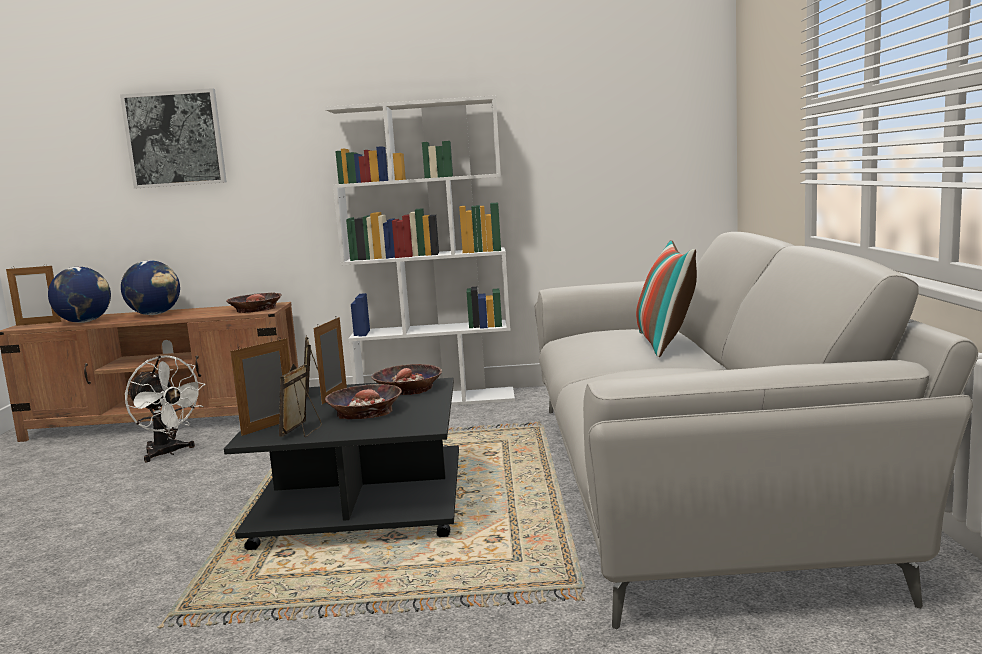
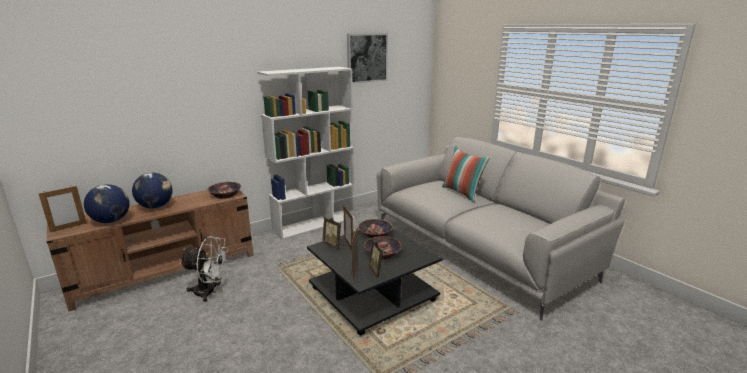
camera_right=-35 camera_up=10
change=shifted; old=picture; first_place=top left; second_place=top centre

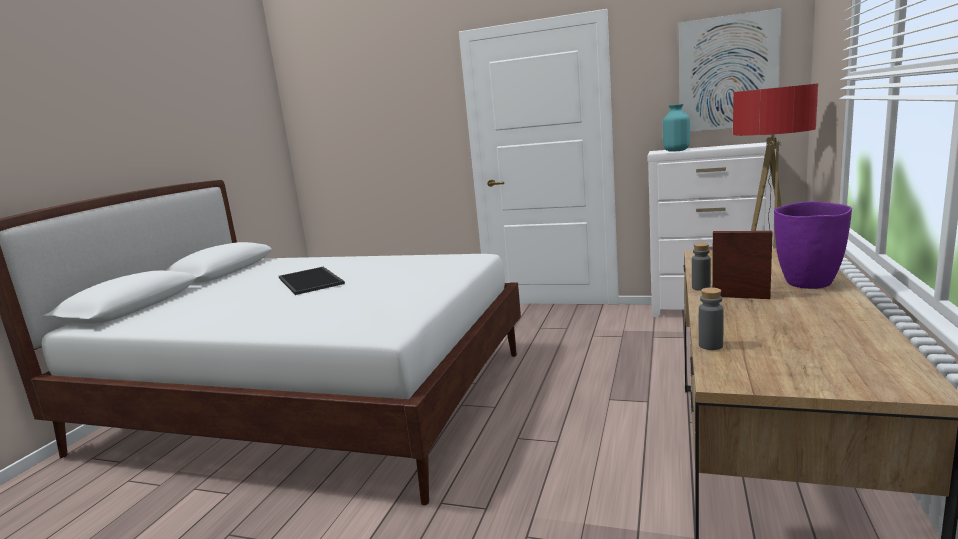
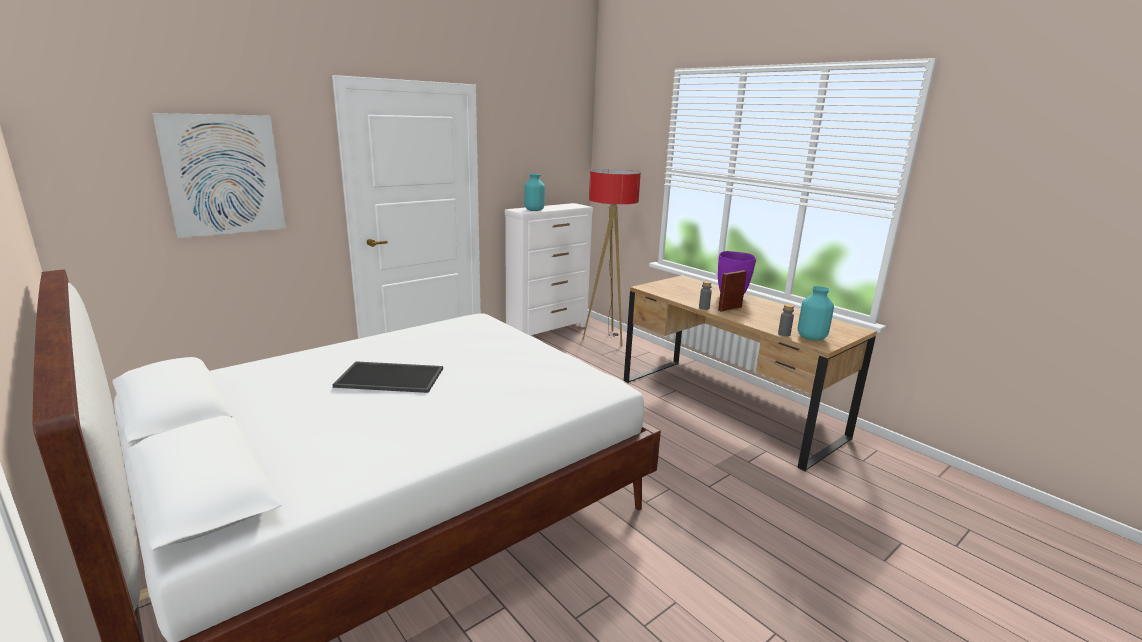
camera_right=-60 camera_up=5
change=shifted; old=picture; first_place=top right; second_place=top left
change=new; new=vase in turquoise (no. 2 from left); second_place=middle right

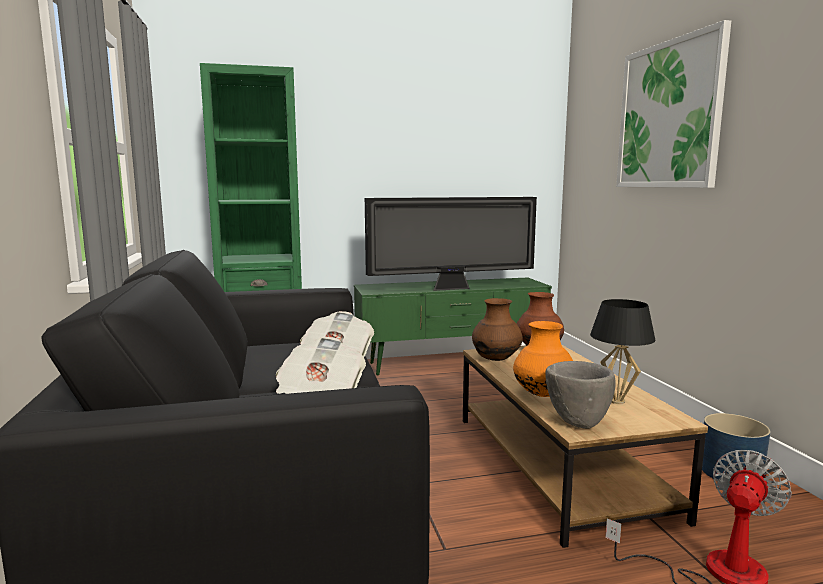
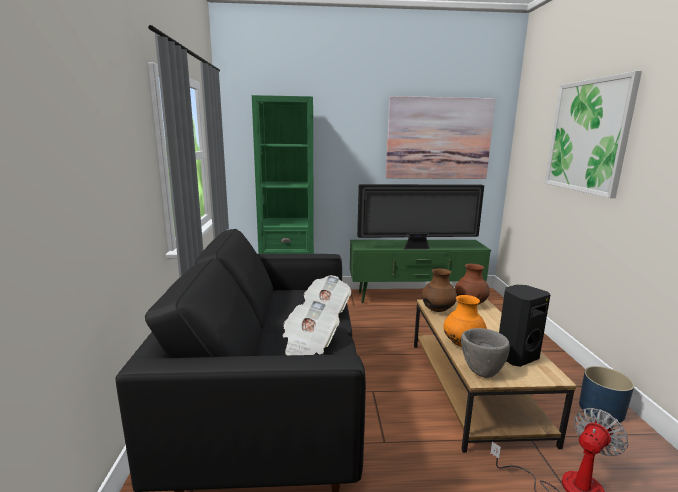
camera_right=10 camera_up=5
change=new; new=picture (no. 1 from left); second_place=top centre
change=swapped; old=table lamp in black; new=speaker in black; first_place=middle right; second_place=middle right

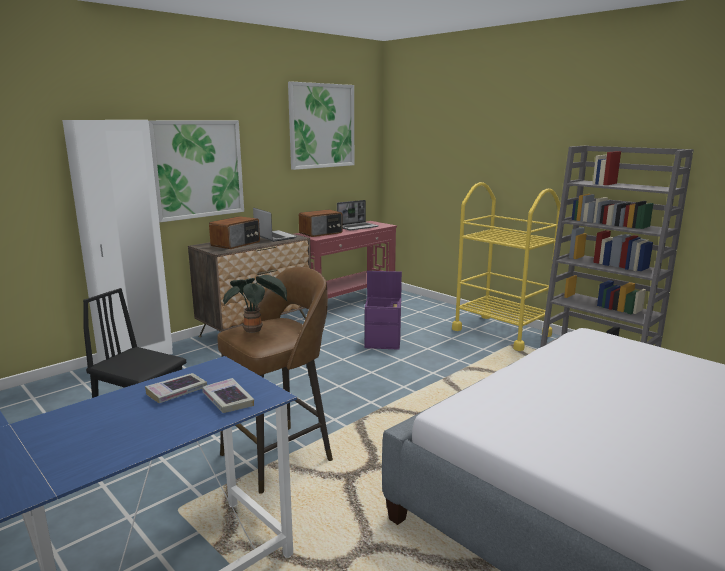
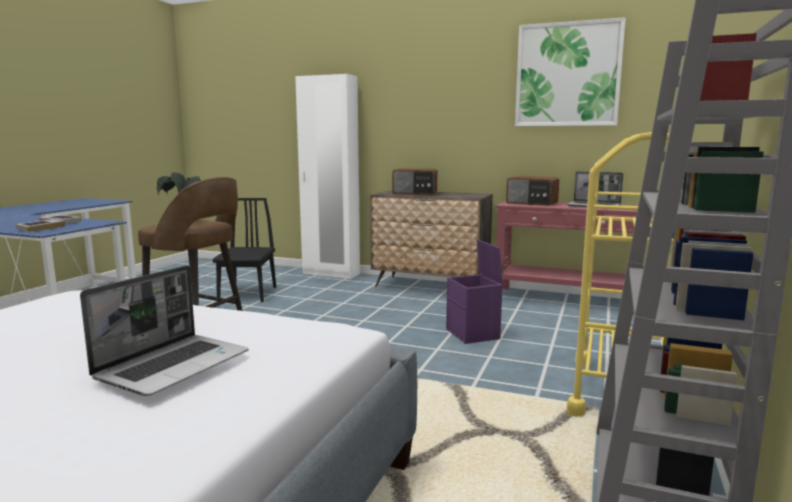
camera_right=65 camera_up=-5
change=shifted; old=laptop (no. 1 from left); first_place=centre; second_place=middle left
change=gone; old=picture (no. 1 from left); first_place=top left

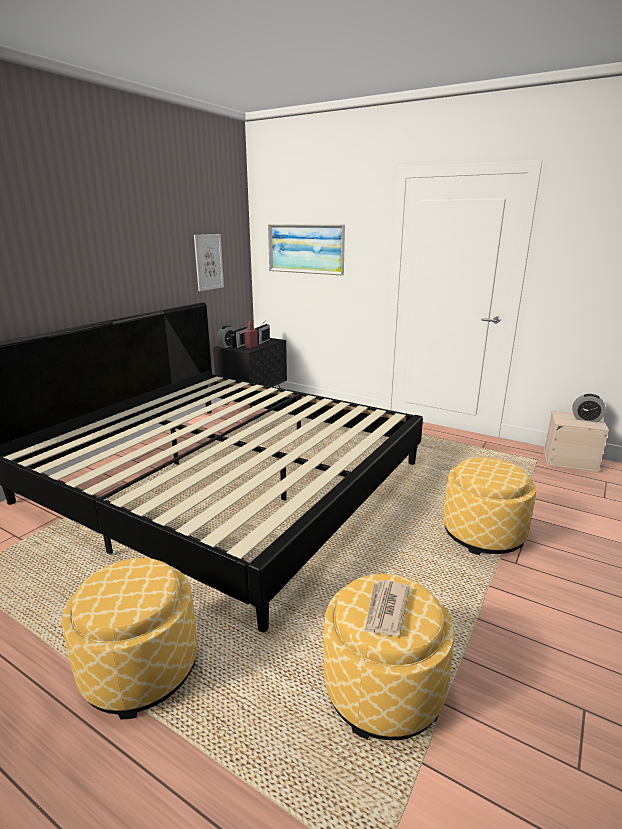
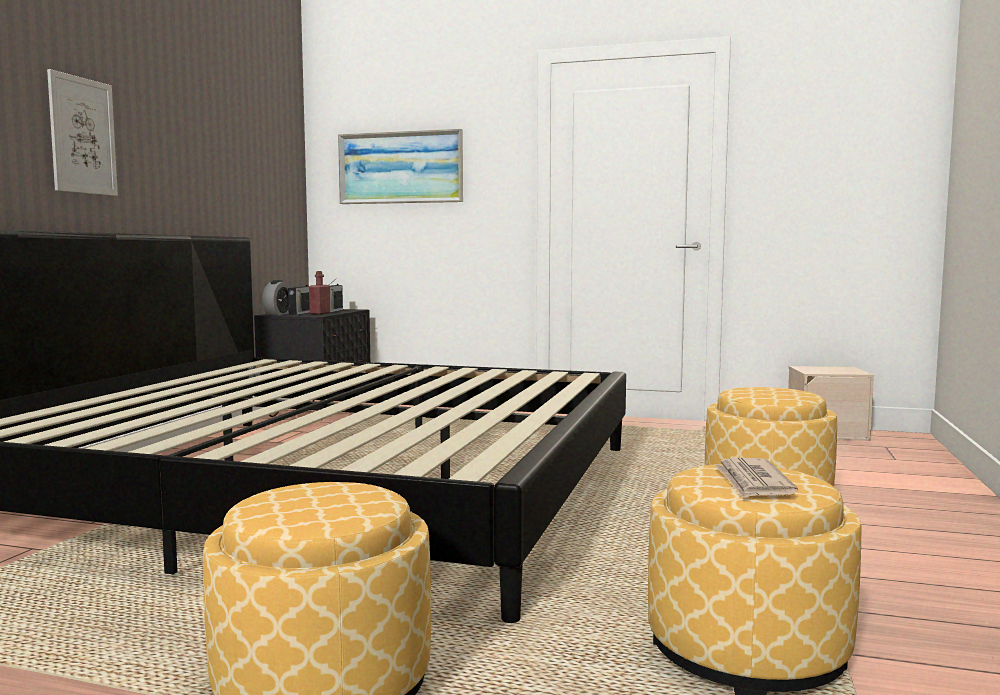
camera_right=-15 camera_up=-15
change=shifted; old=picture (no. 1 from left); first_place=top centre; second_place=top left
change=gone; old=alarm clock (no. 2 from left); first_place=middle right

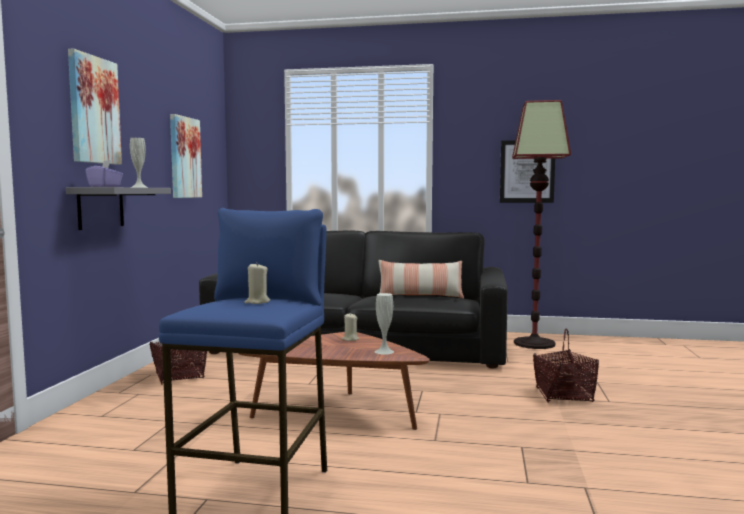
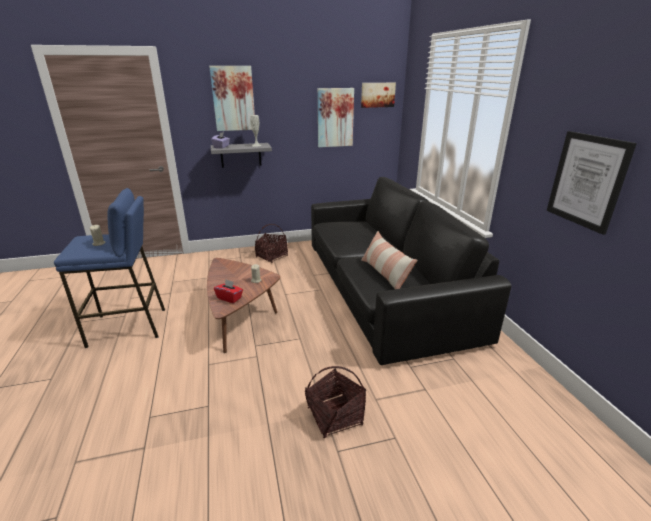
camera_right=65 camera_up=20
change=swapped; old=vase in white (no. 2 from left); new=tissue box in red; first_place=centre; second_place=centre
change=new; new=picture (no. 3 from left); second_place=top centre
change=gone; old=floor lamp; first_place=middle right

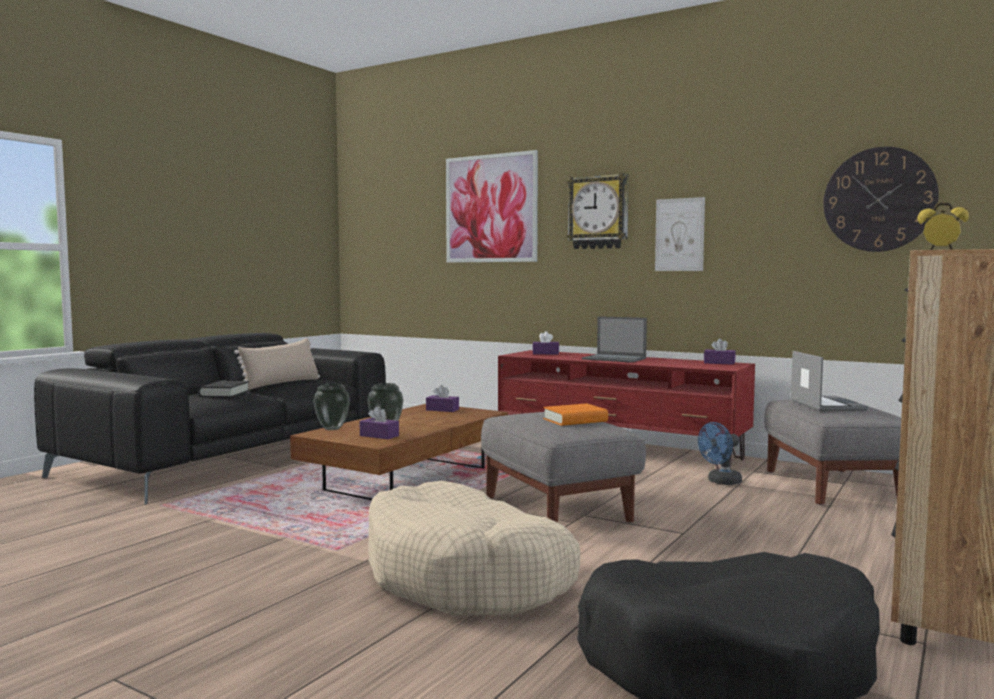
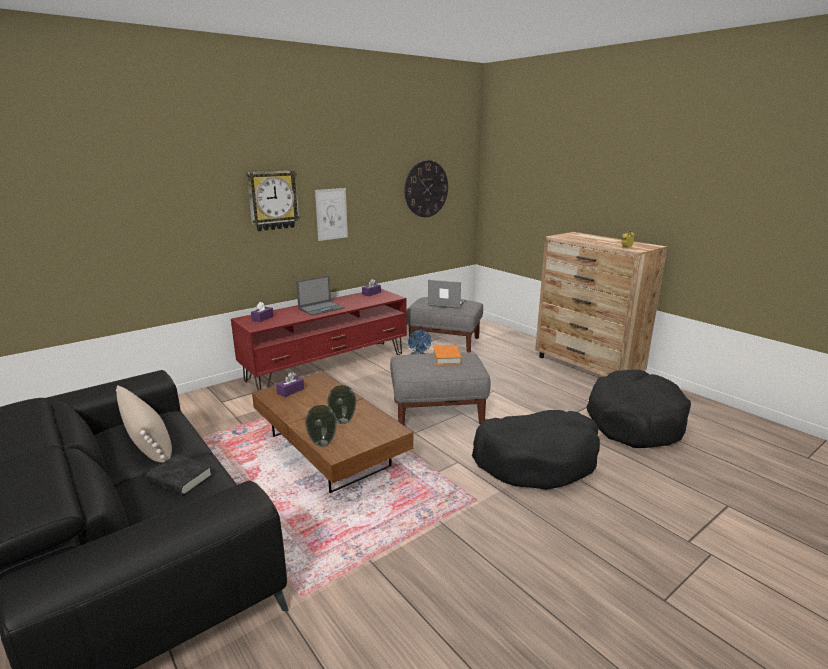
camera_right=-70 camera_up=15
change=repainted; old=dog bed in beige; new=dog bed in black (no. 1 from left); first_place=bottom centre; second_place=bottom centre
change=gone; old=tissue box in purple (no. 1 from left); first_place=centre
change=gone; old=picture (no. 1 from left); first_place=top centre

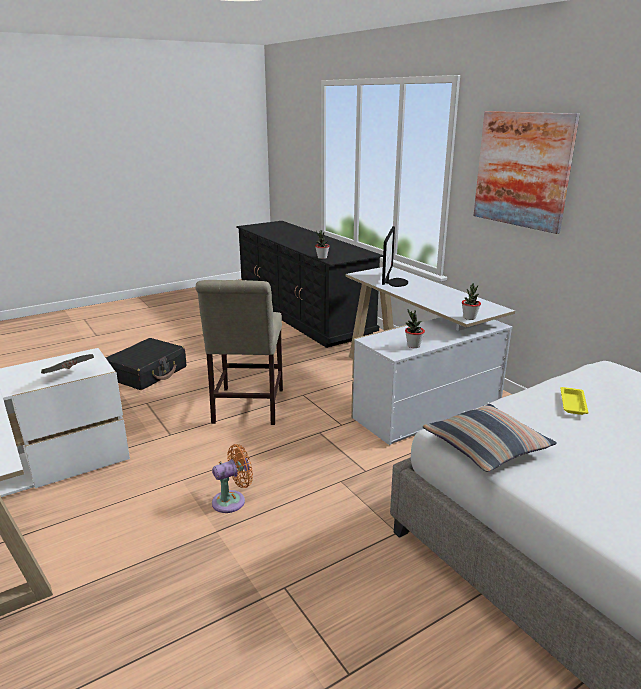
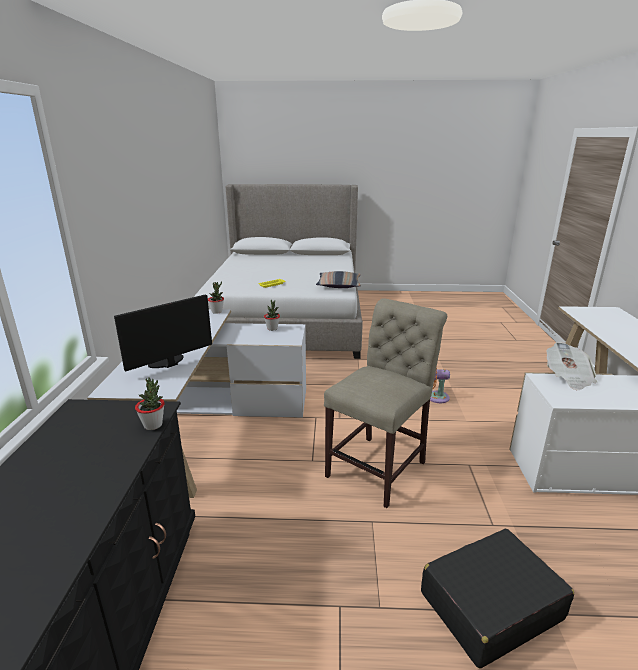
camera_right=-145 camera_up=0
change=gone; old=picture; first_place=top right

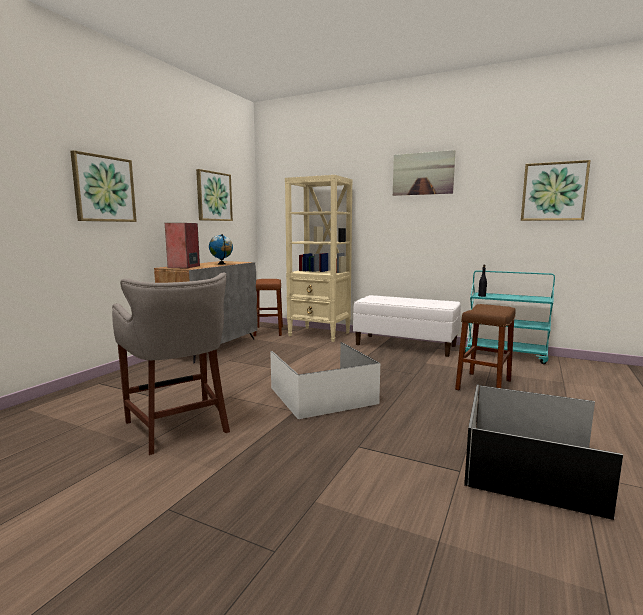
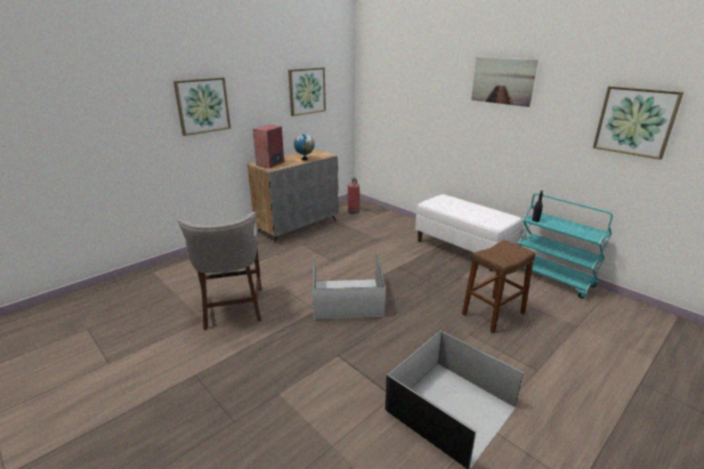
camera_right=20 camera_up=15
change=swapped; old=stool in brown (no. 1 from left); new=fire extinguisher; first_place=centre; second_place=centre
change=gone; old=bookcase in beige; first_place=centre

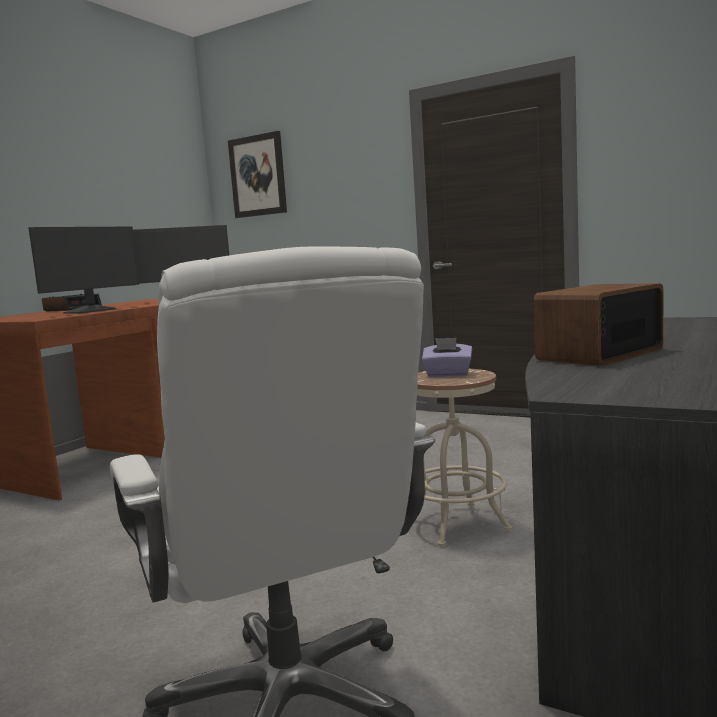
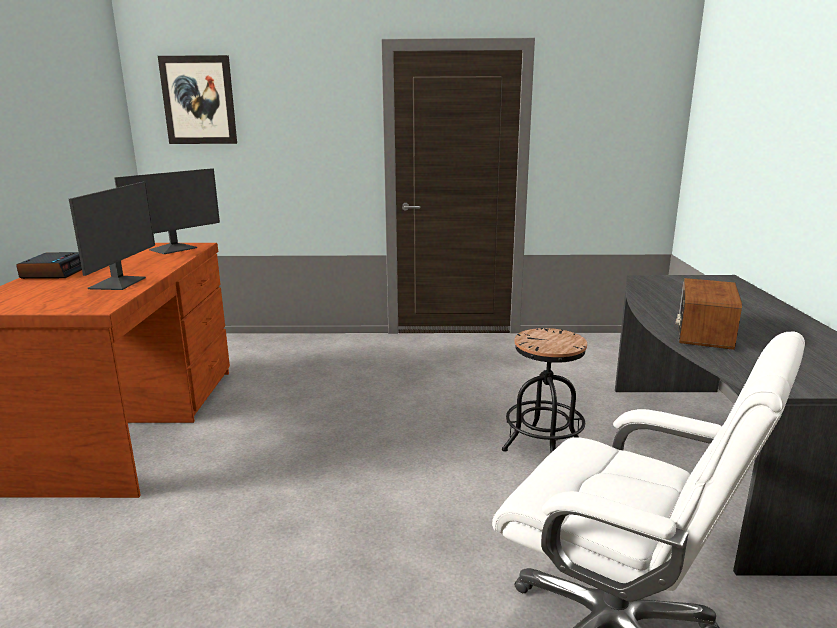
camera_right=-30 camera_up=10
change=repainted; old=stool in beige; new=stool in black; first_place=centre; second_place=centre
change=gone; old=tissue box in purple; first_place=centre

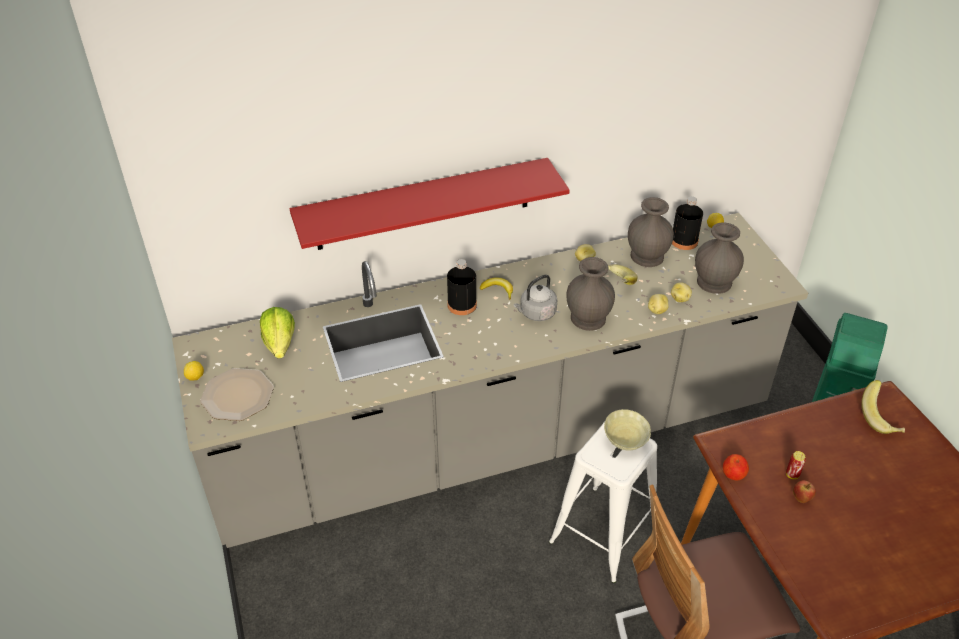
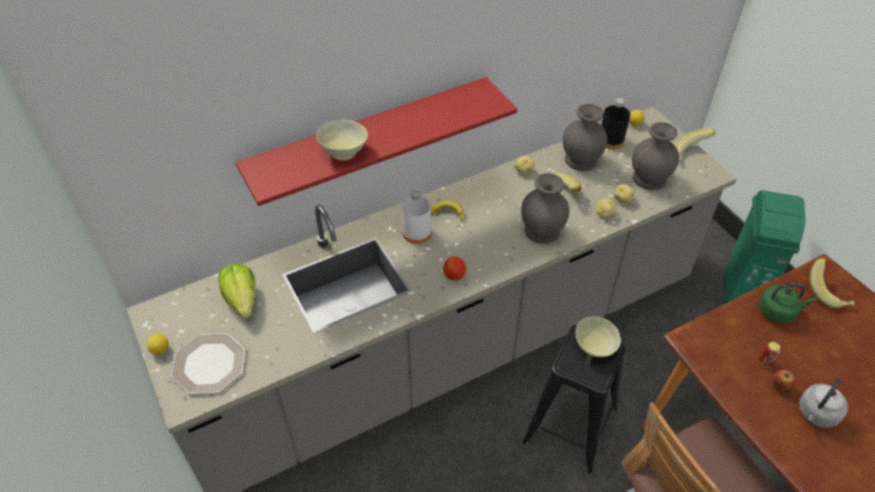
camera_right=-10 camera_up=5
change=new; new=bowl in beige (no. 1 from left); second_place=top centre
change=repainted; old=bottle in black (no. 1 from left); new=bottle in white; first_place=centre; second_place=centre
change=shifted; old=apple (no. 1 from left); first_place=bottom right; second_place=centre
change=repainted; old=stool in white; new=stool in black; first_place=bottom centre; second_place=bottom centre
change=new; new=banana (no. 3 from left); second_place=top right
change=new; new=kettle in green; second_place=middle right
change=shifted; old=kettle in grey; first_place=centre; second_place=bottom right

